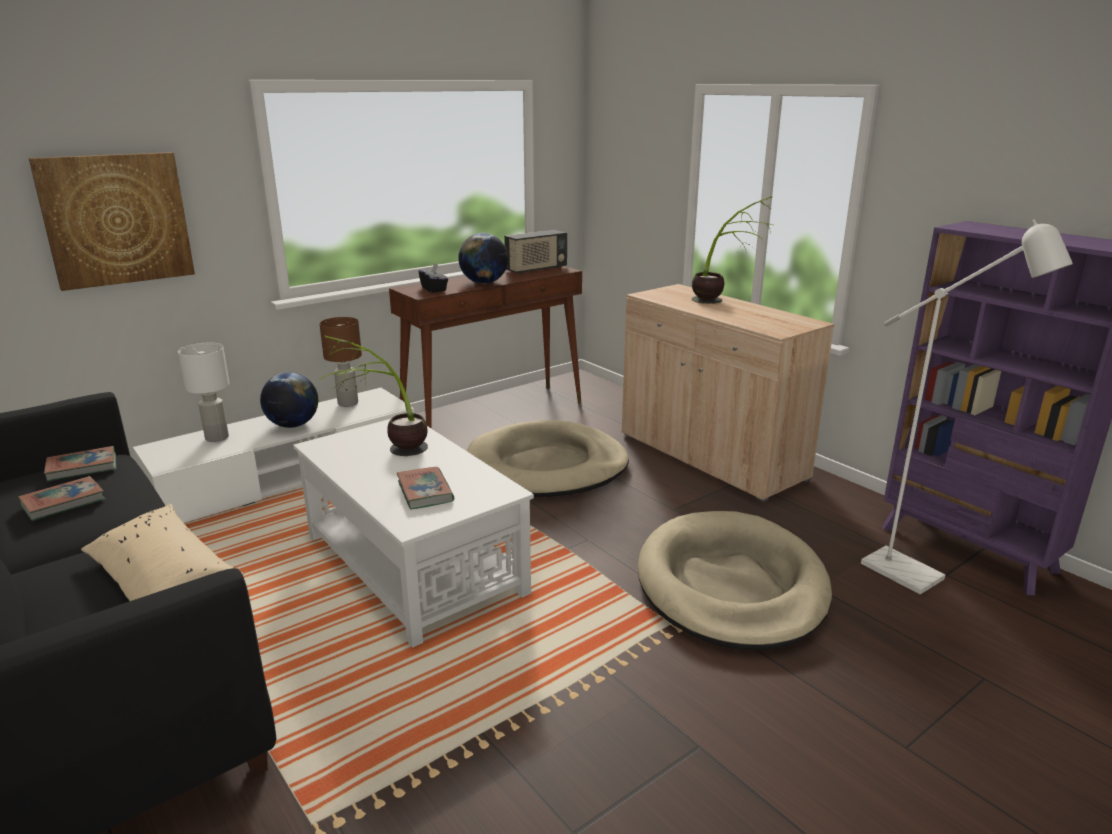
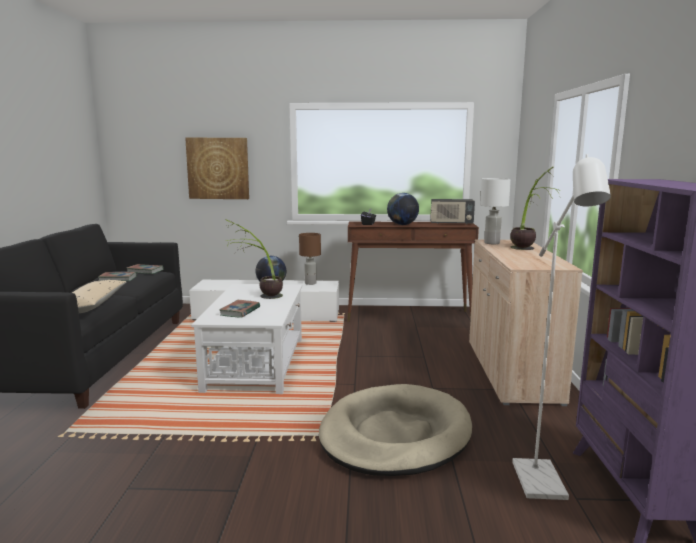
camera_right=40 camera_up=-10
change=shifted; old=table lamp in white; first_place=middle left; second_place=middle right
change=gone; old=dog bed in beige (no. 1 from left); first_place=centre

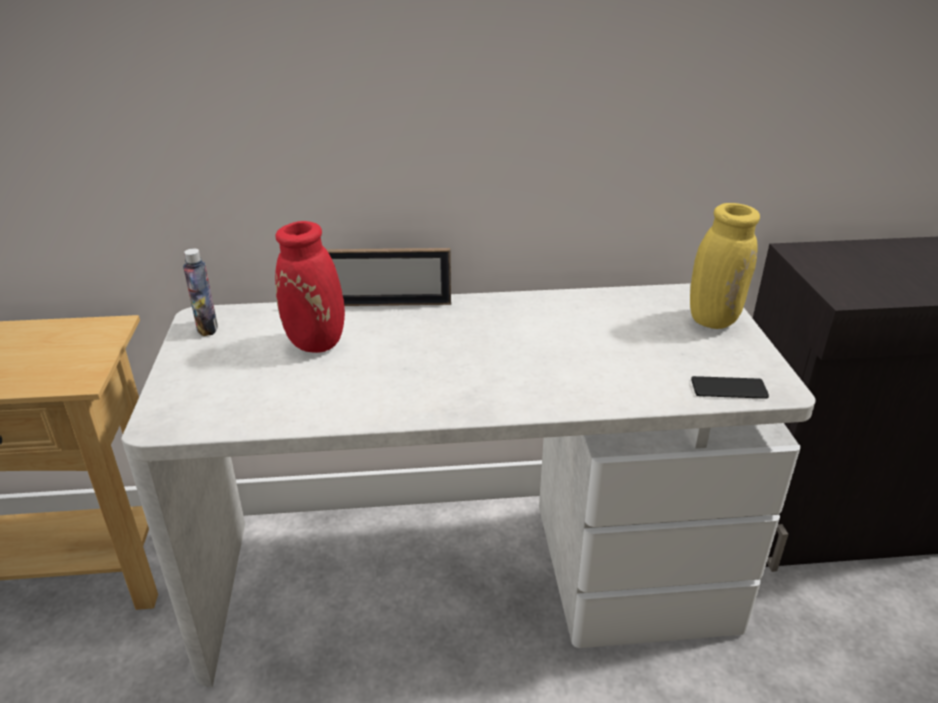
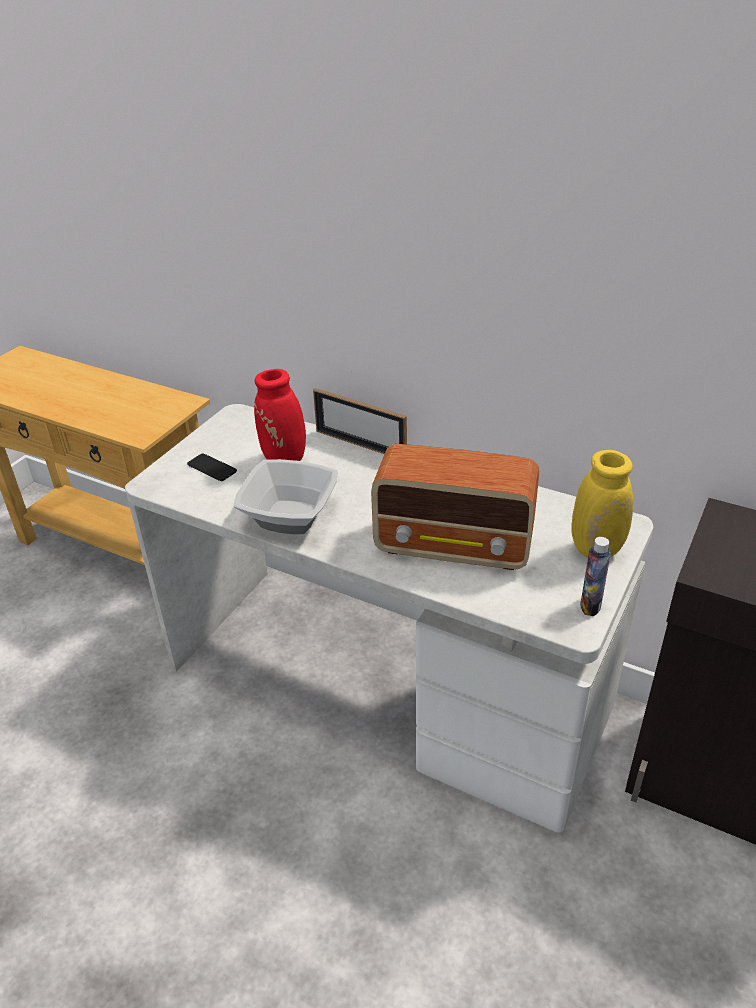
camera_right=35 camera_up=5
change=shifted; old=phone; first_place=middle right; second_place=middle left
change=new; new=bowl; second_place=centre
change=new; new=radio; second_place=centre
change=shifted; old=bottle; first_place=middle left; second_place=middle right

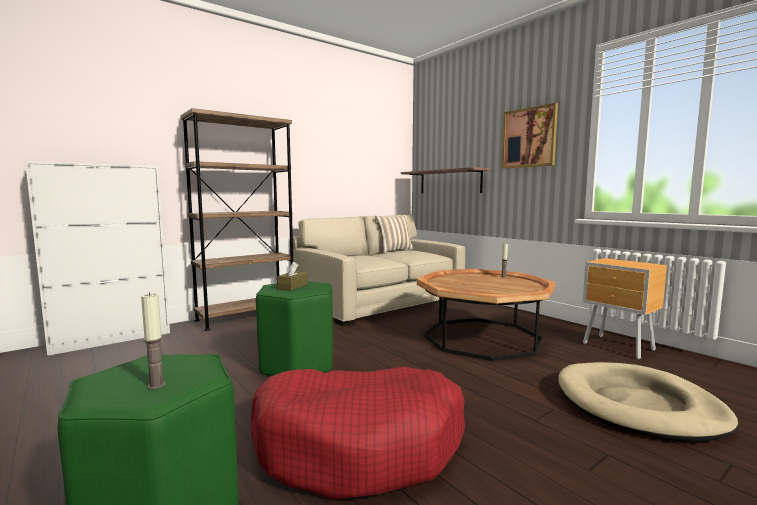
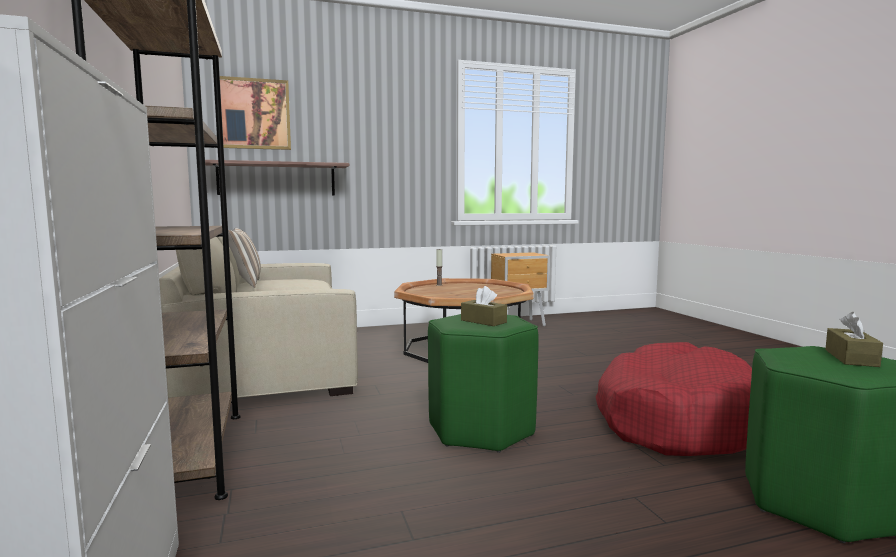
camera_right=-70 camera_up=0
change=shifted; old=picture; first_place=top right; second_place=top left
change=swapped; old=candle (no. 1 from left); new=tissue box in brown (no. 2 from left); first_place=bottom left; second_place=middle right
change=gone; old=dog bed in beige; first_place=bottom right

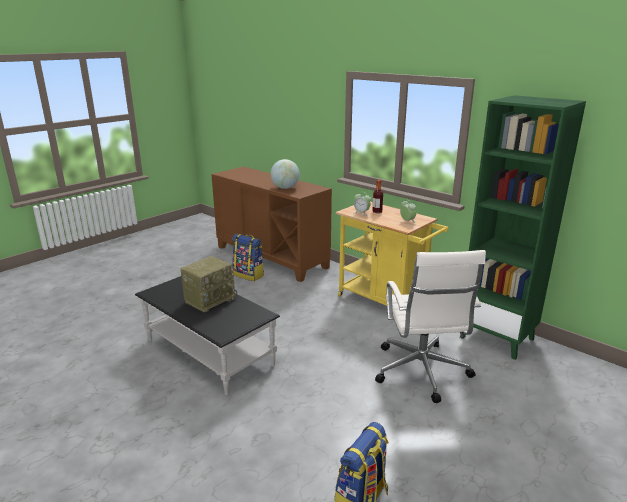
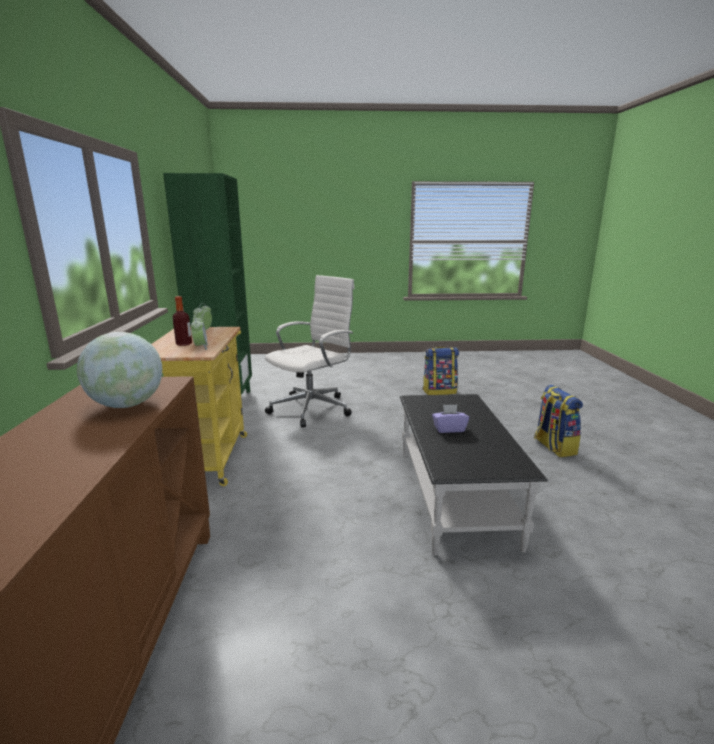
camera_right=-135 camera_up=-5
change=swapped; old=radio; new=tissue box in purple; first_place=centre; second_place=centre
change=shifted; old=backpack (no. 1 from left in the first image); new=backpack (no. 2 from left); first_place=centre; second_place=middle right

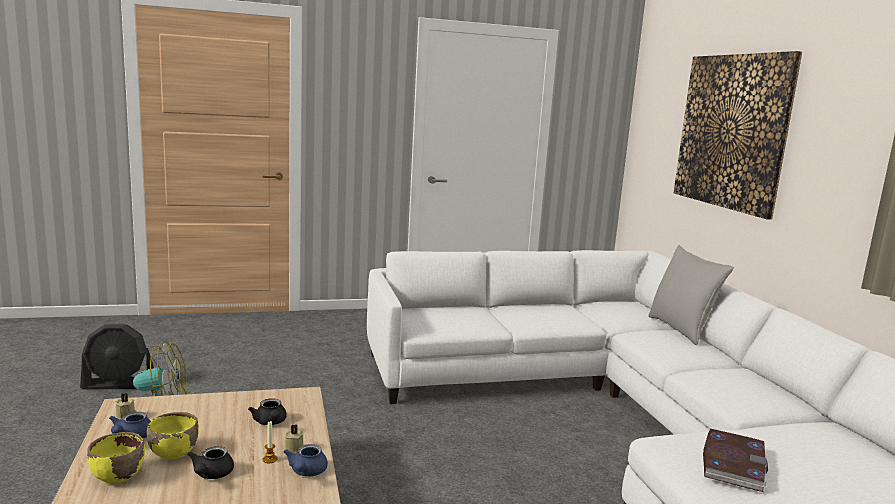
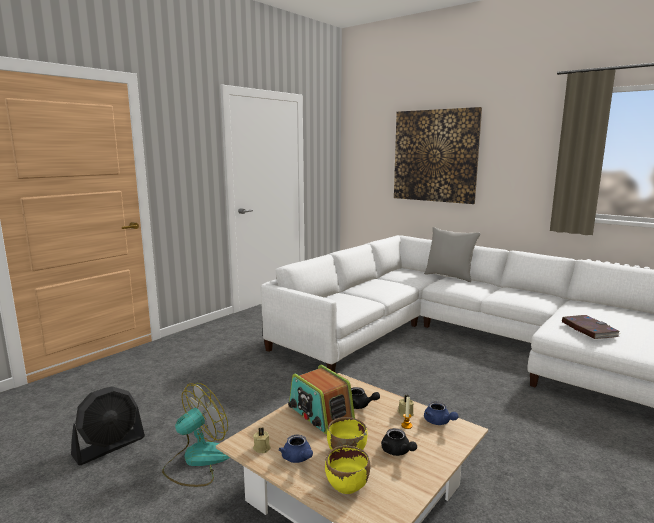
camera_right=-35 camera_up=0
change=new; new=radio; second_place=bottom centre

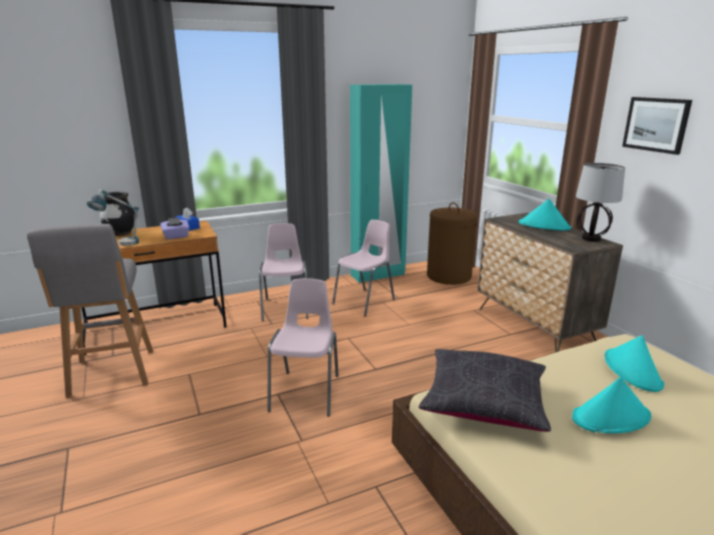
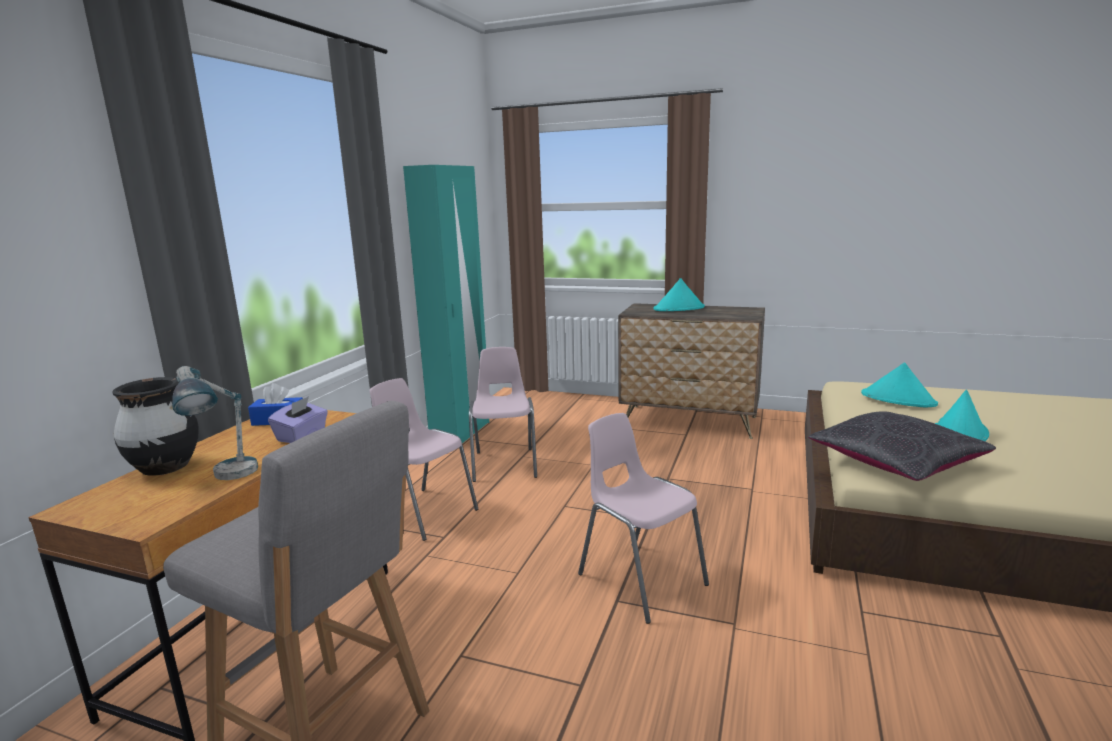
camera_right=-45 camera_up=-5
change=gone; old=laundry basket in brown; first_place=centre
change=gone; old=table lamp (no. 2 from left); first_place=middle right
change=gone; old=picture; first_place=top right

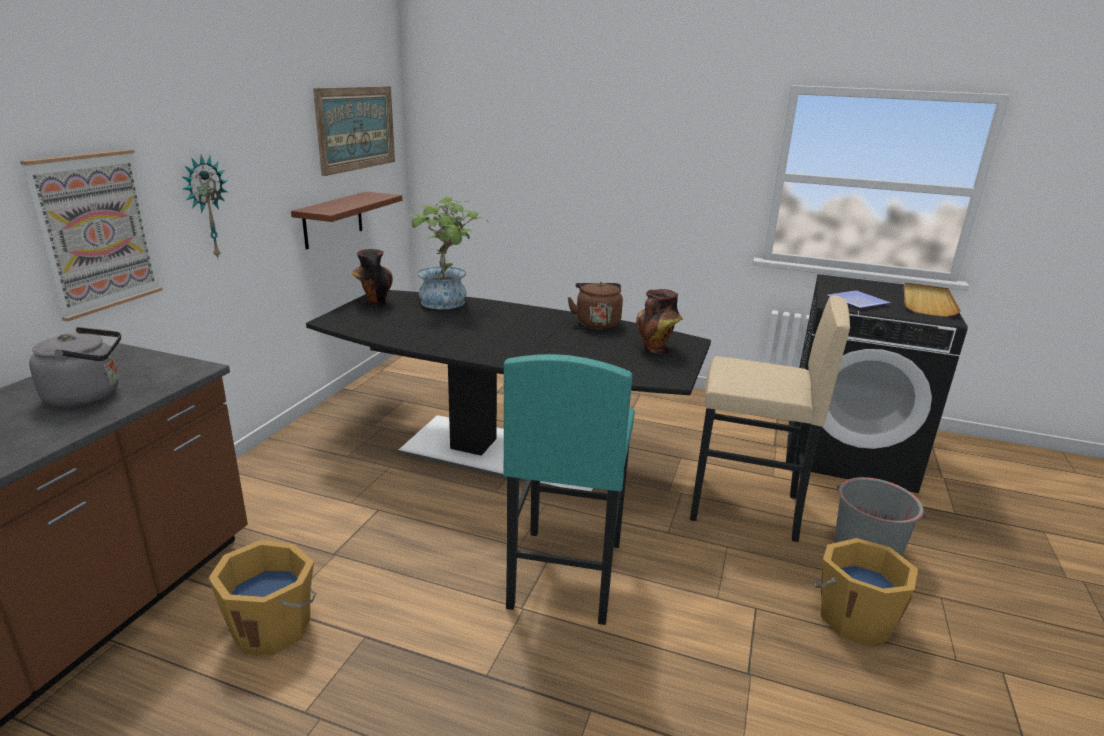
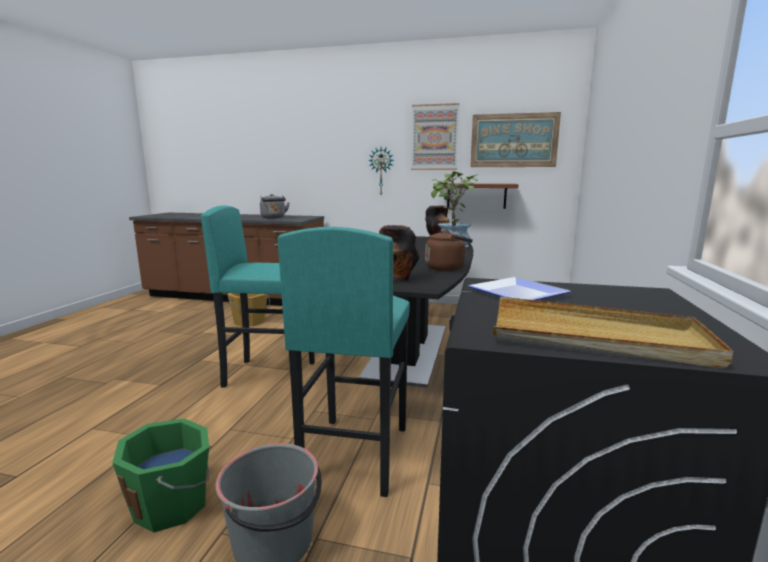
camera_right=85 camera_up=-10
change=repainted; old=bucket in orange (no. 2 from left); new=bucket in green; first_place=bottom right; second_place=bottom left
change=repainted; old=stool in beige; new=stool in turquoise (no. 2 from left); first_place=middle right; second_place=centre
change=shifted; old=picture (no. 1 from left); first_place=top left; second_place=top centre

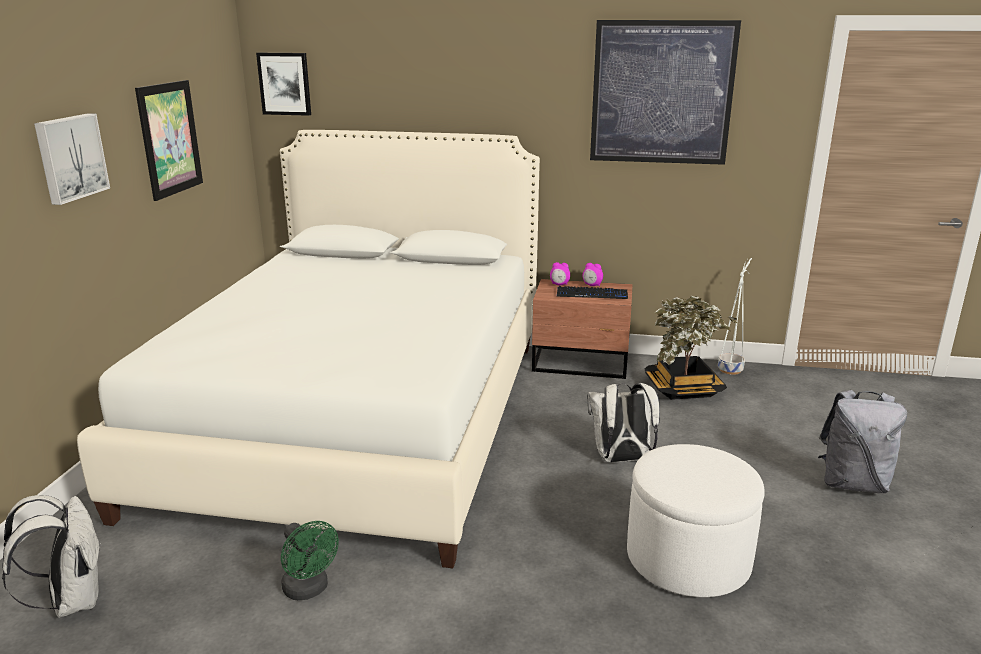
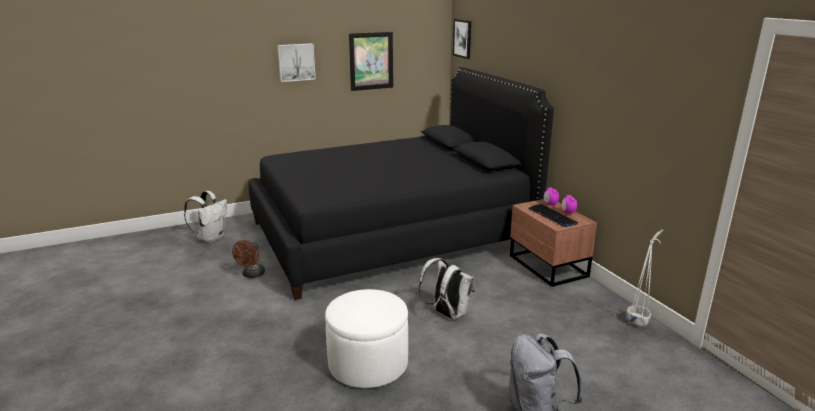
camera_right=55 camera_up=0
change=repainted; old=fan in green; new=fan in brown; first_place=bottom left; second_place=middle left
change=repainted; old=bed in white; new=bed in black; first_place=middle left; second_place=centre
change=gone; old=picture (no. 4 from left); first_place=top right
change=gone; old=potted plant; first_place=middle right

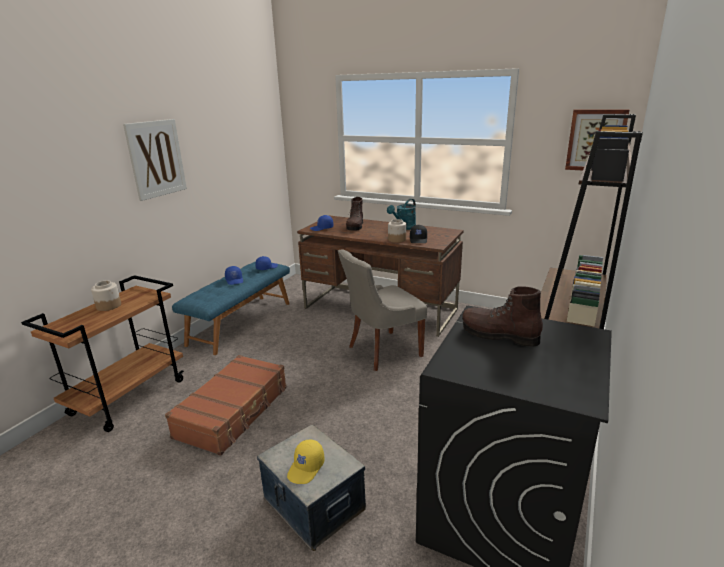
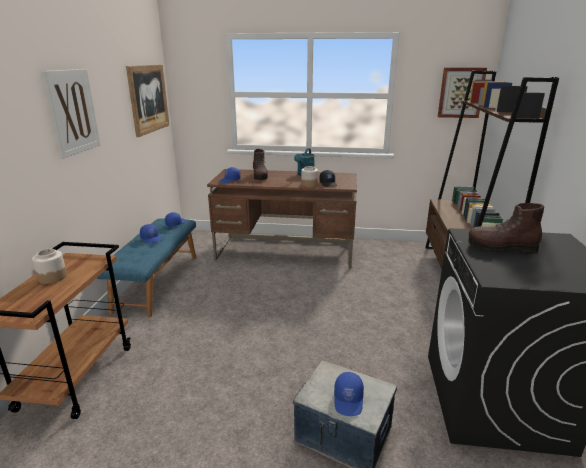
camera_right=-20 camera_up=0
change=new; new=picture (no. 2 from left); second_place=top left
change=repainted; old=cap in yellow; new=cap in blue (no. 4 from left); first_place=bottom centre; second_place=bottom centre
change=gone; old=suitcase in brown; first_place=bottom left
change=gone; old=chair in grey; first_place=centre

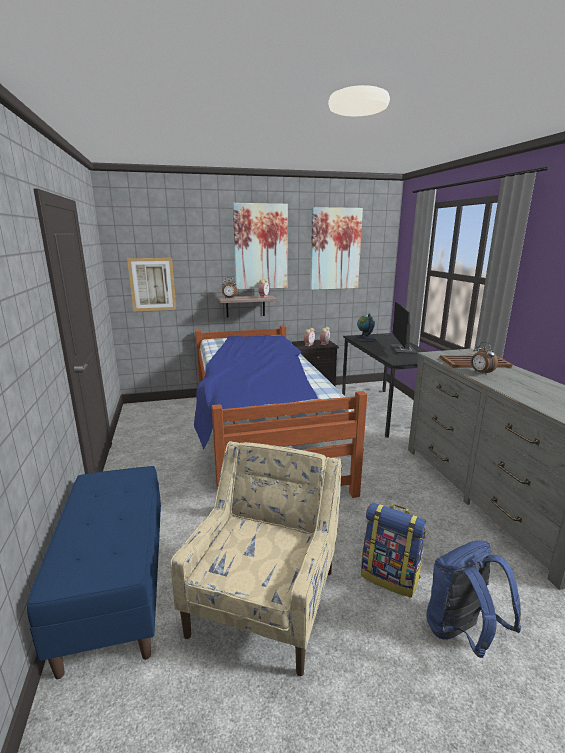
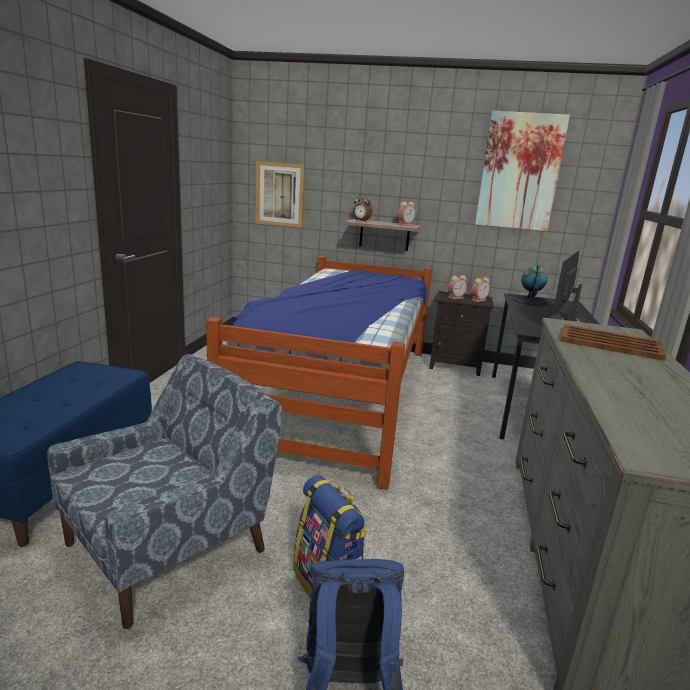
camera_right=25 camera_up=0
change=repainted; old=armchair in beige; new=armchair in blue; first_place=bottom centre; second_place=bottom left
change=gone; old=picture (no. 2 from left); first_place=top centre
change=gone; old=alarm clock (no. 5 from left); first_place=middle right

